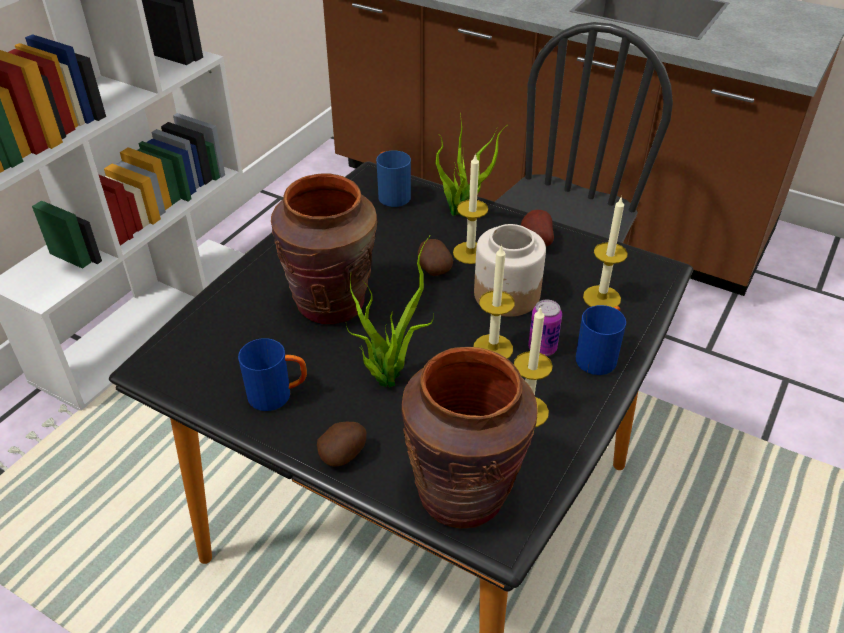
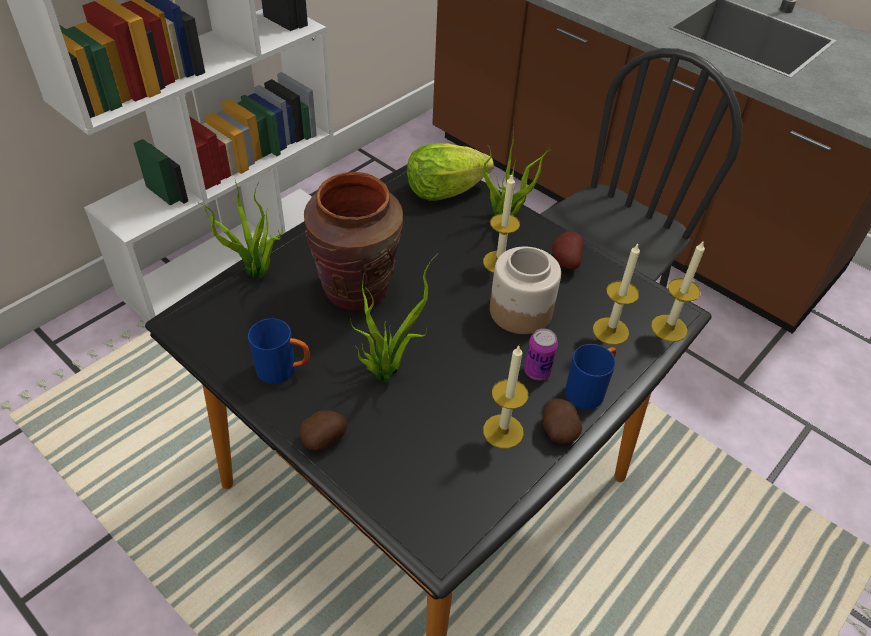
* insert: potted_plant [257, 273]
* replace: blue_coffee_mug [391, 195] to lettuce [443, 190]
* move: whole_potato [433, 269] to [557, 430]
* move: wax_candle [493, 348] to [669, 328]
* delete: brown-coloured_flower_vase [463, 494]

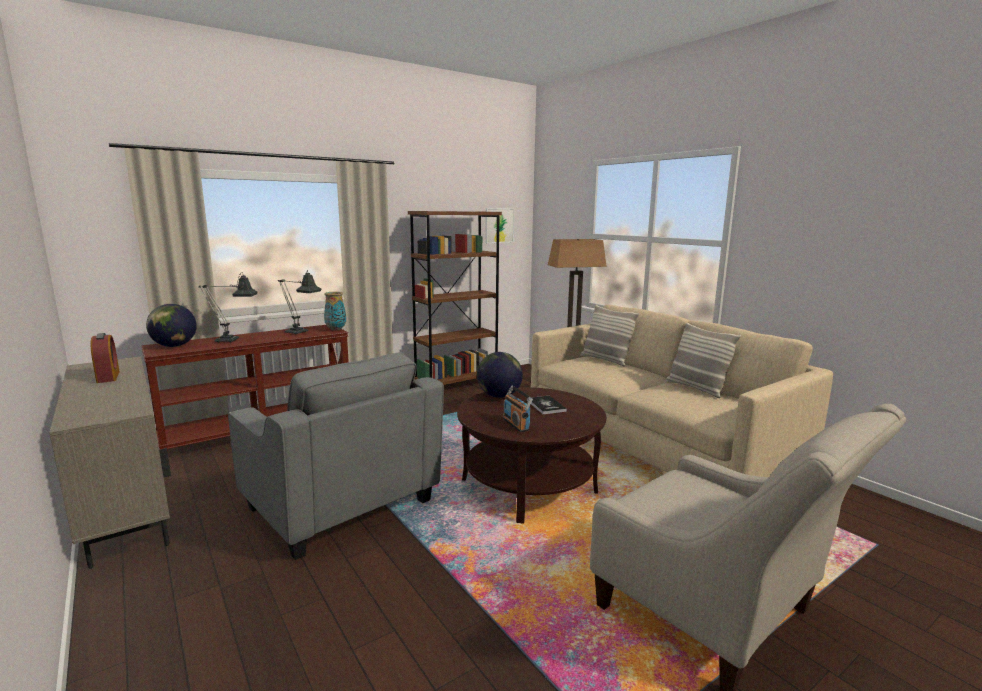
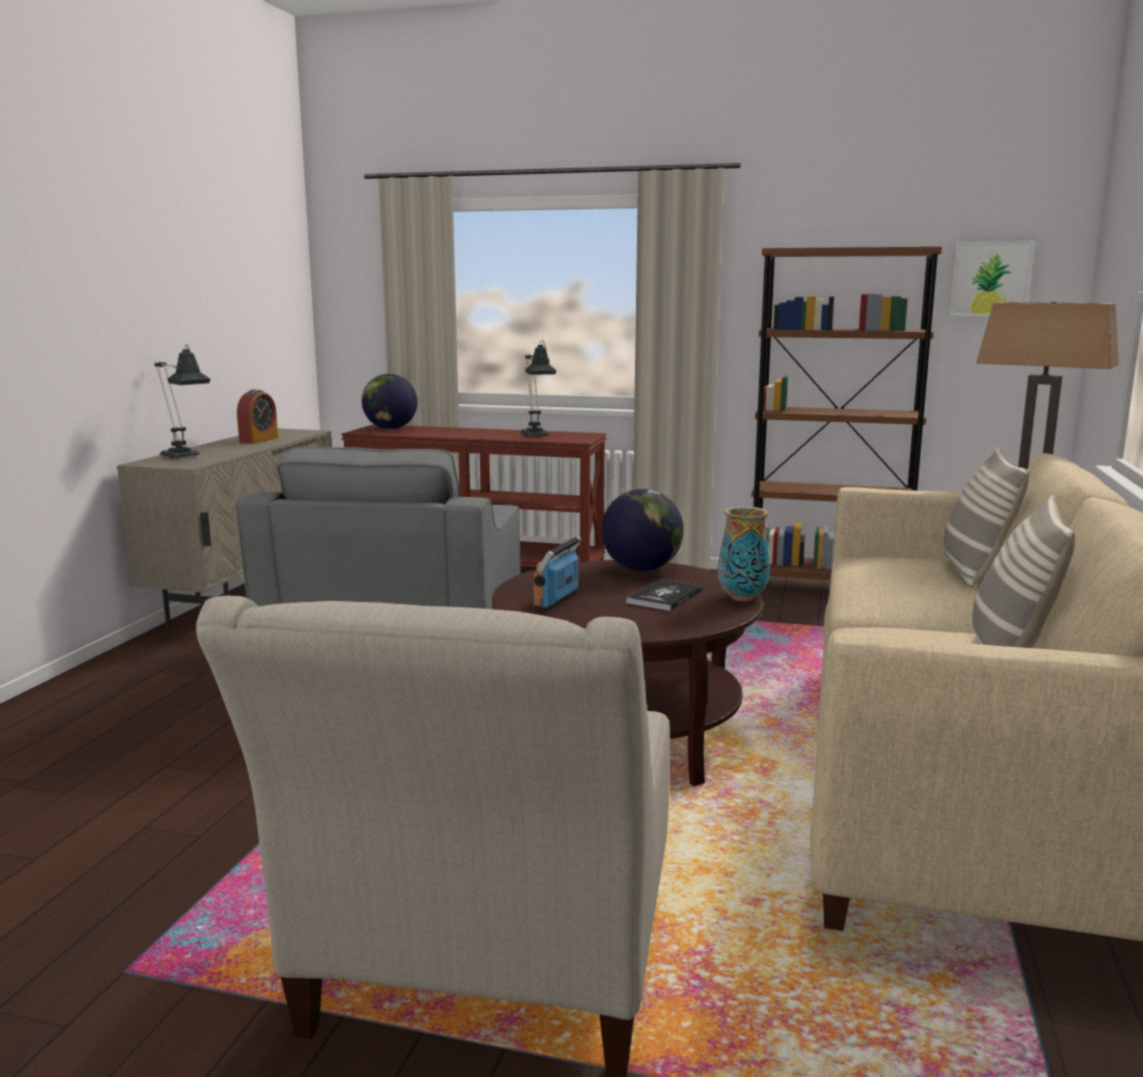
* move: table_lamp [232, 340] to [184, 457]
* move: flower_vase [336, 329] to [741, 598]

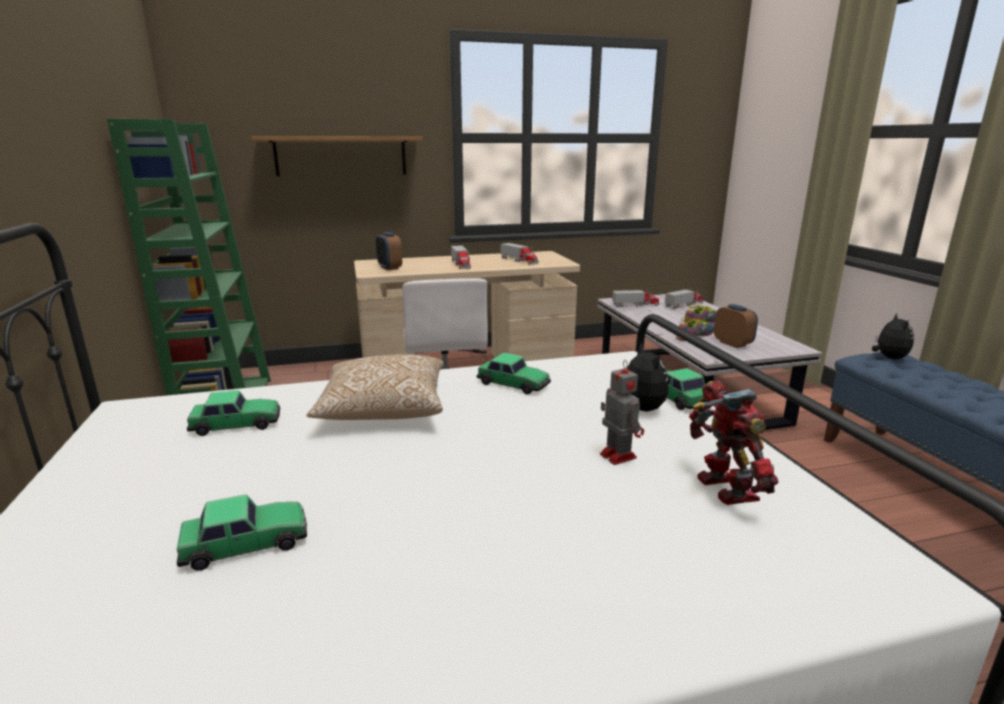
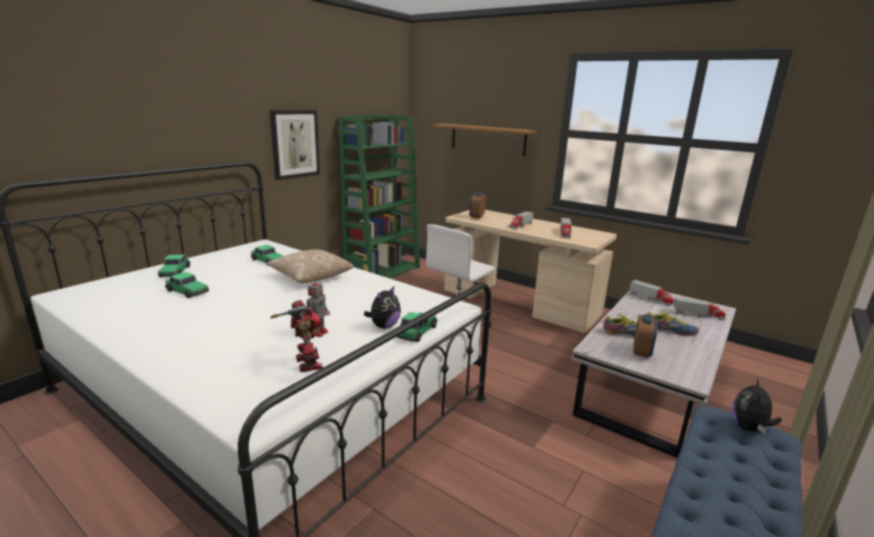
* move: miniature_car [513, 384] to [175, 272]
* insert: wall_art [295, 144]
* rotate: toy_robot [722, 490] = [306, 364] 60 degrees counterclockwise
* rotate: plush_toy [888, 358] = [749, 428] 150 degrees clockwise

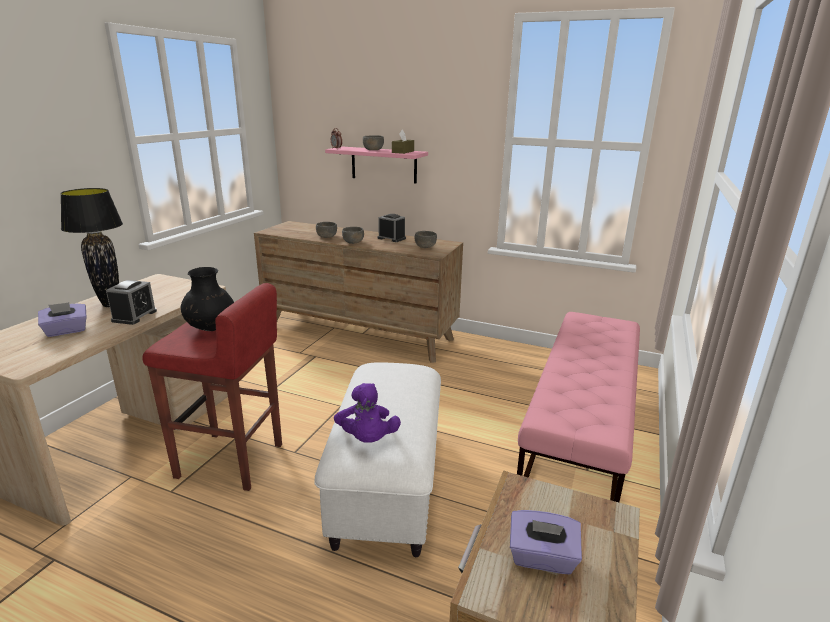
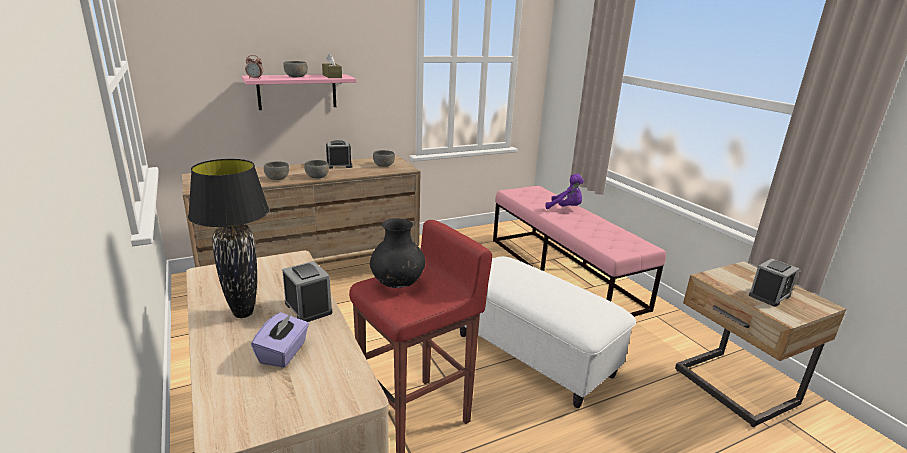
* move: purple_plush_toy [367, 439] to [565, 208]
* replace: purple_tissue_holder [542, 558] to table_clock [769, 296]

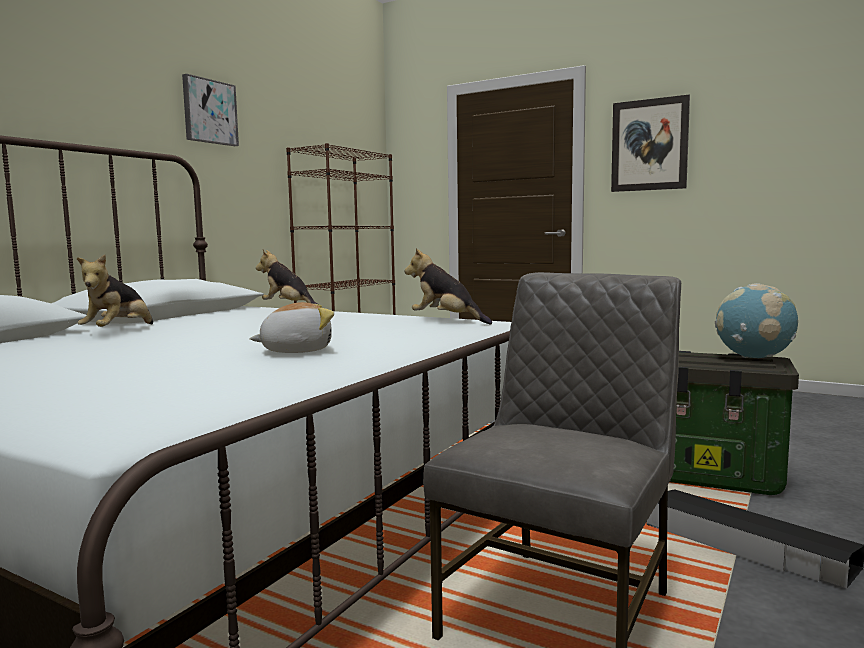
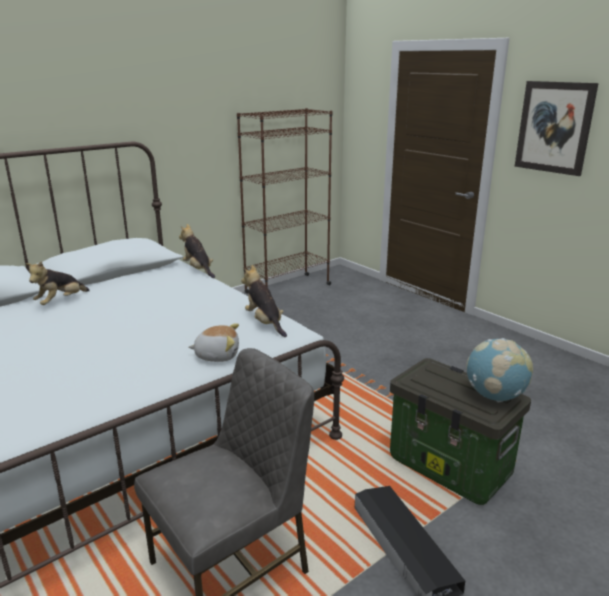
* move: plush_toy [296, 350] to [217, 355]
* delete: wall_art [209, 112]

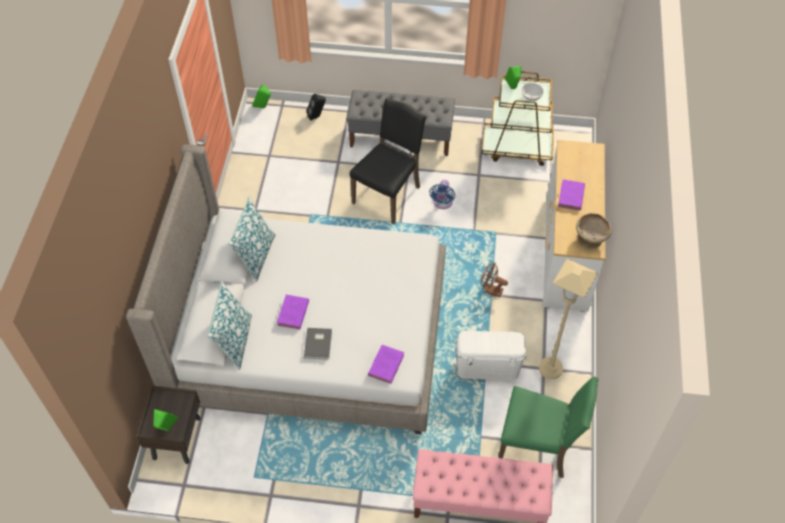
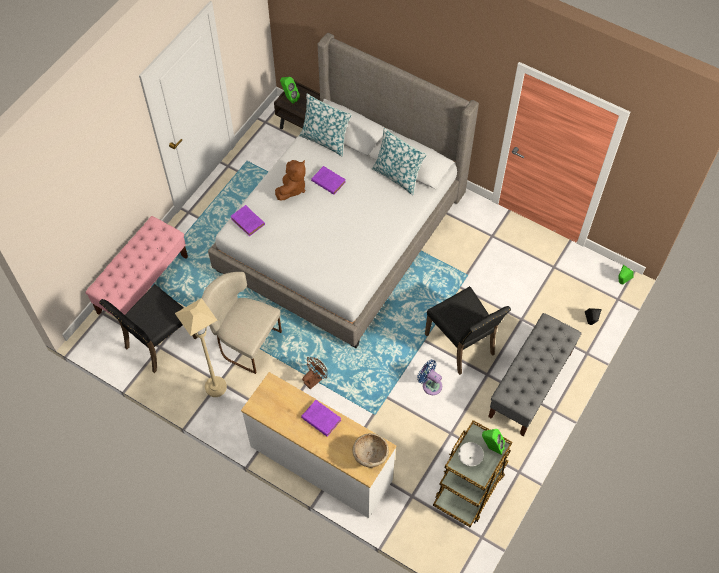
* recolor: greenish_plain_chair [537, 447] to blackish_plain_chair [158, 342]
* replace: whitish_storage_box [487, 367] to sand-coloured_plain_chair [244, 341]
* replace: greyish_volume [319, 343] to brown-coloured_plush_toy [292, 188]
* move: sand-coloured_serving_bowl [590, 238] to [370, 456]

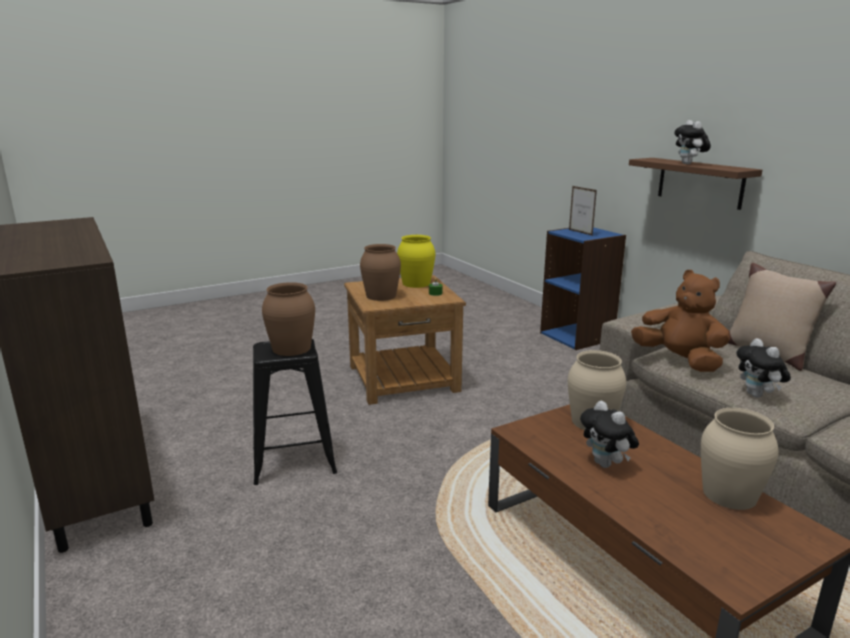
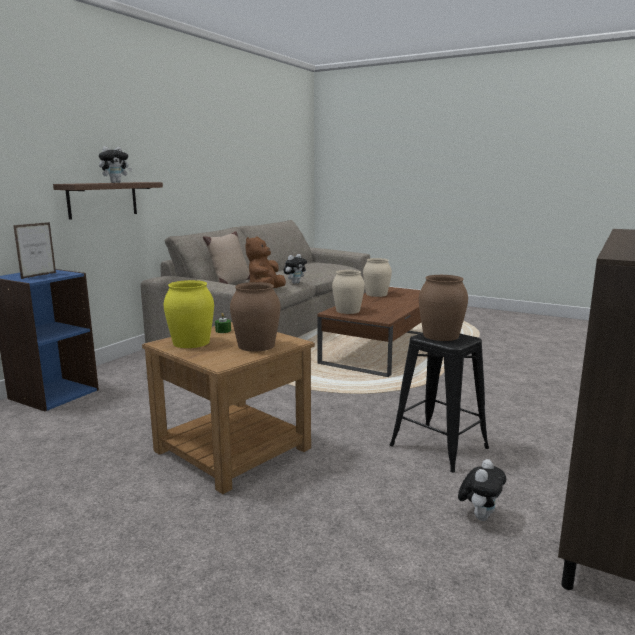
* move: plush_toy [606, 464] to [479, 516]

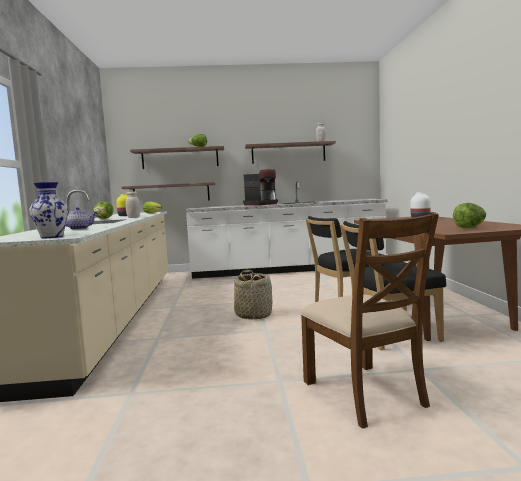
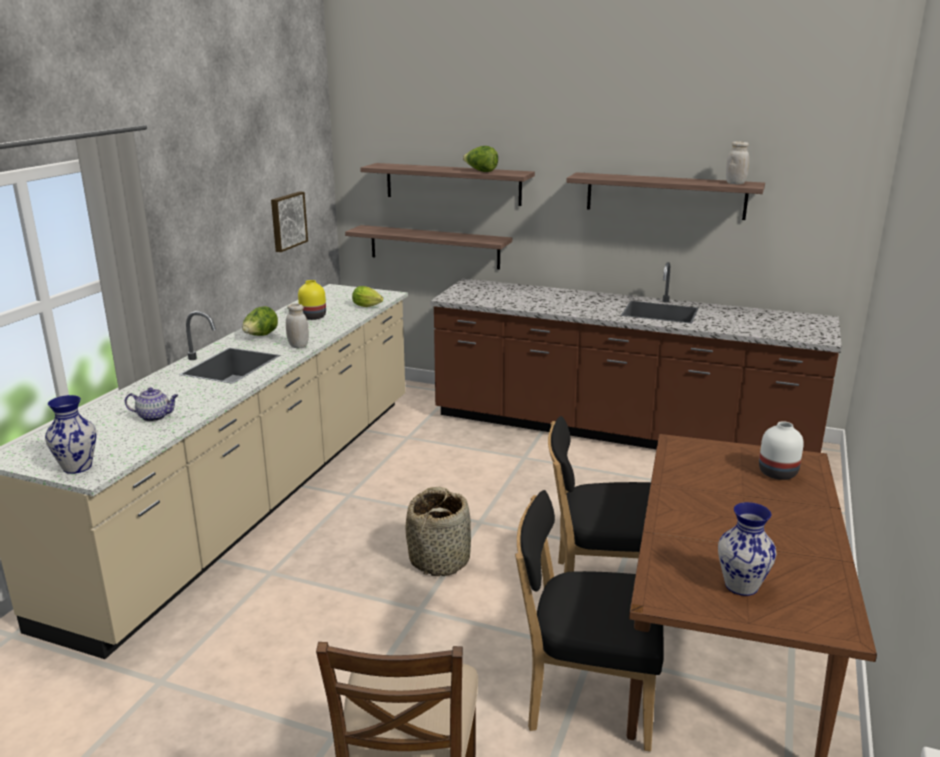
* insert: wall_art [287, 221]
* recolor: whitish_counter [287, 269] to brown-coloured_counter [619, 432]
* replace: lettuce [470, 227] to flower_vase [740, 585]
* delete: coffee_brewer [261, 204]

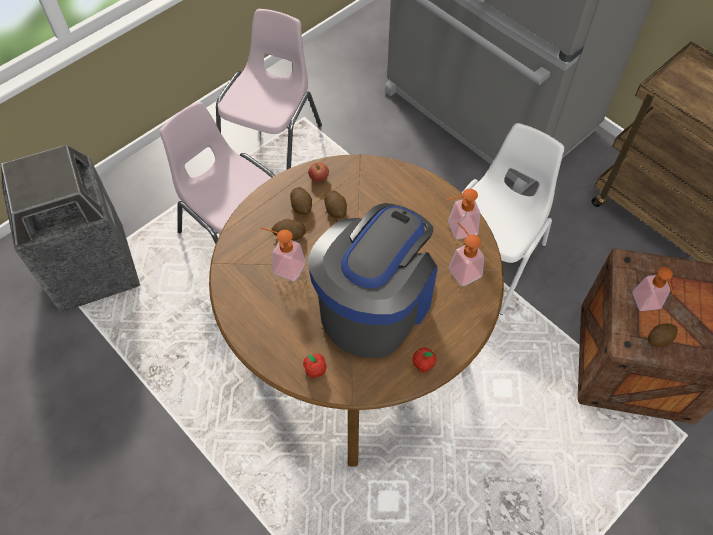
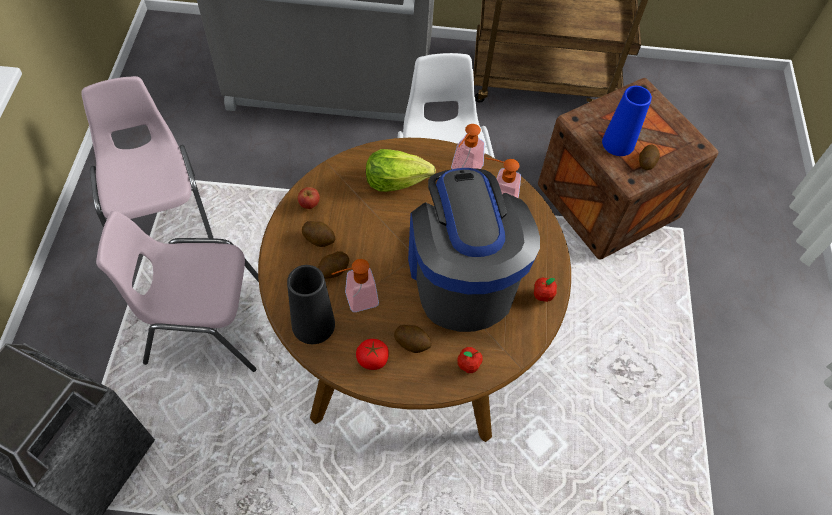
* insert: blackish_flower_vase [313, 324]
* insert: fresh_tomato [372, 359]
* insert: lettuce [396, 180]
* move: whole_potato [336, 210] to [412, 343]
* replace: soap_dispenser [647, 305] to blue_flower_vase [618, 143]

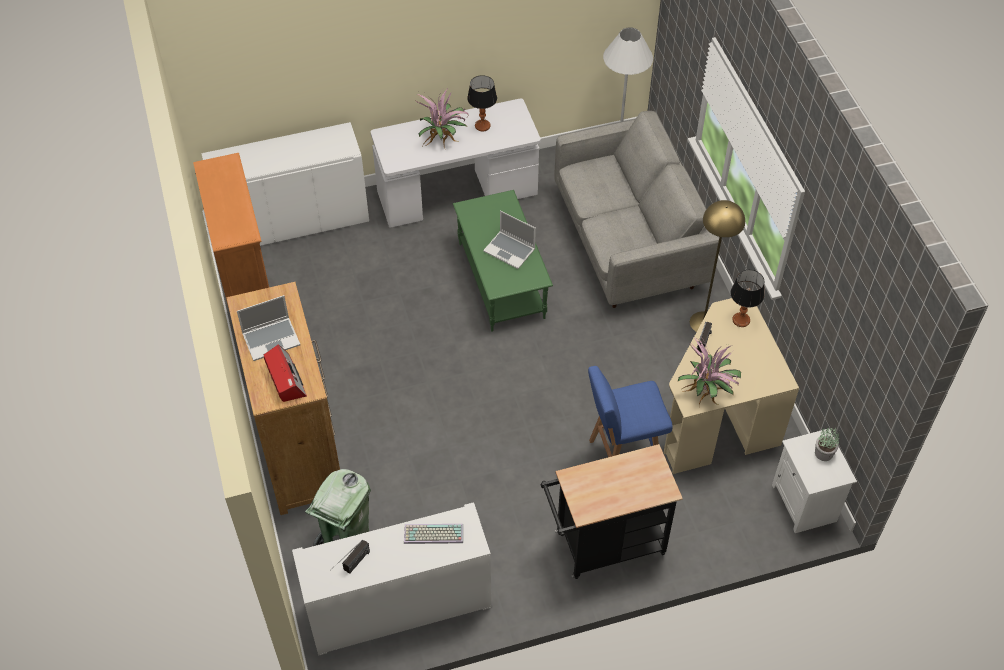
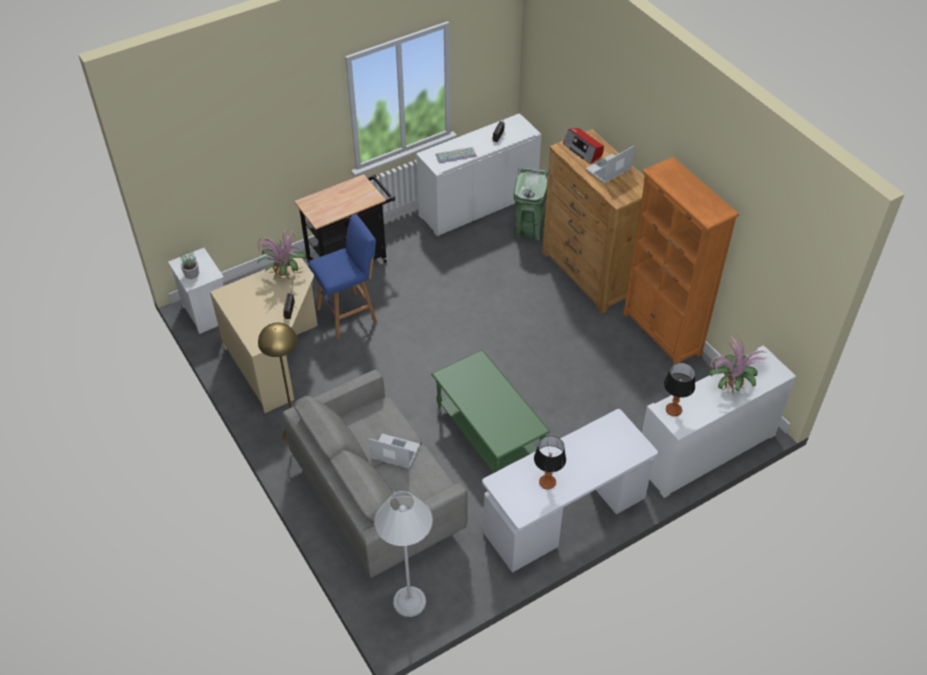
* move: laptop [510, 250] to [394, 452]
* move: table_lamp [741, 320] to [673, 410]
* move: potted_plant [443, 139] to [729, 386]

